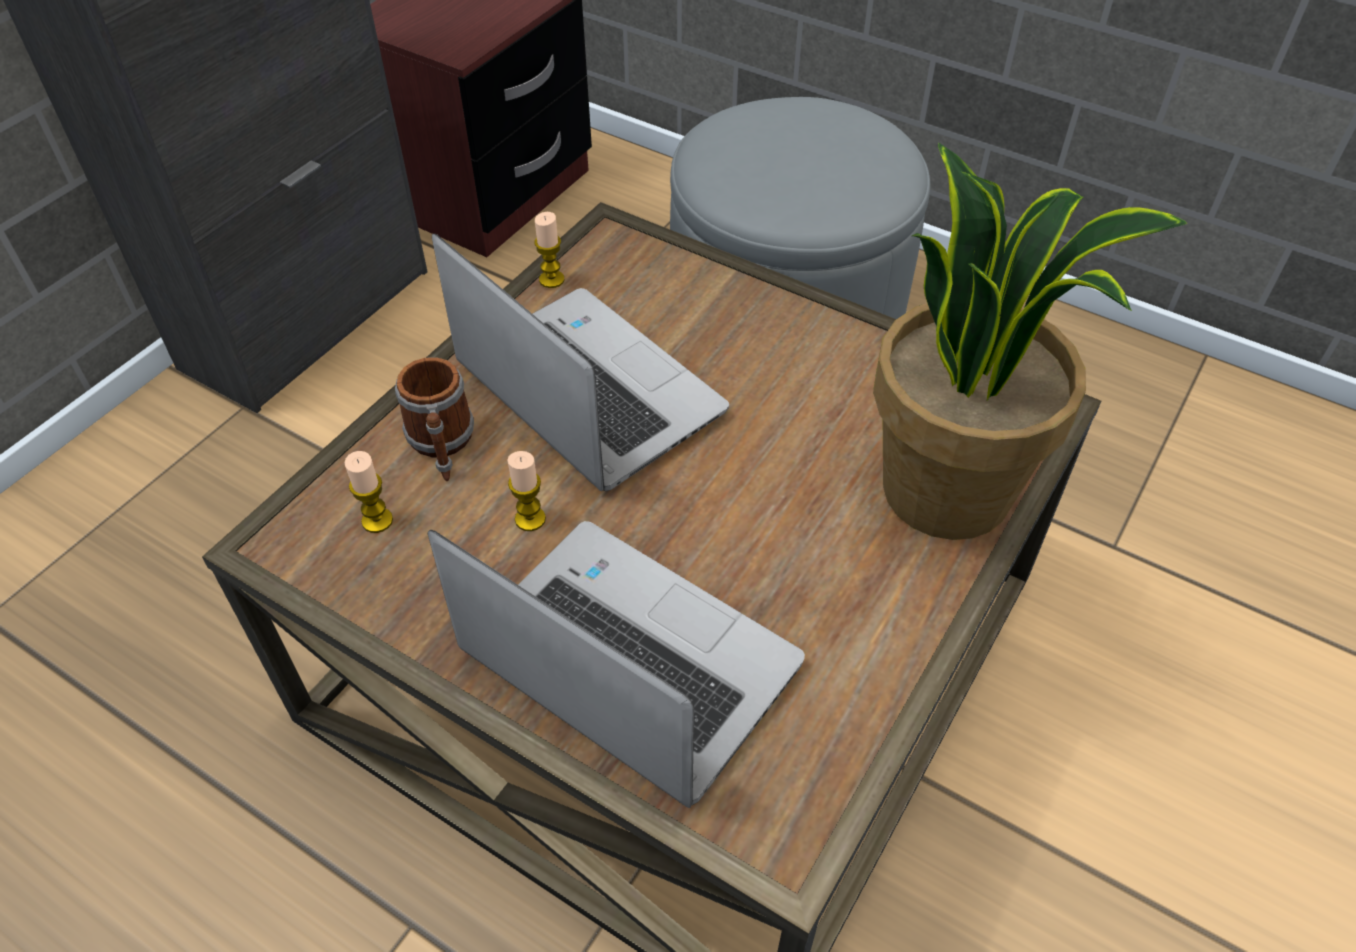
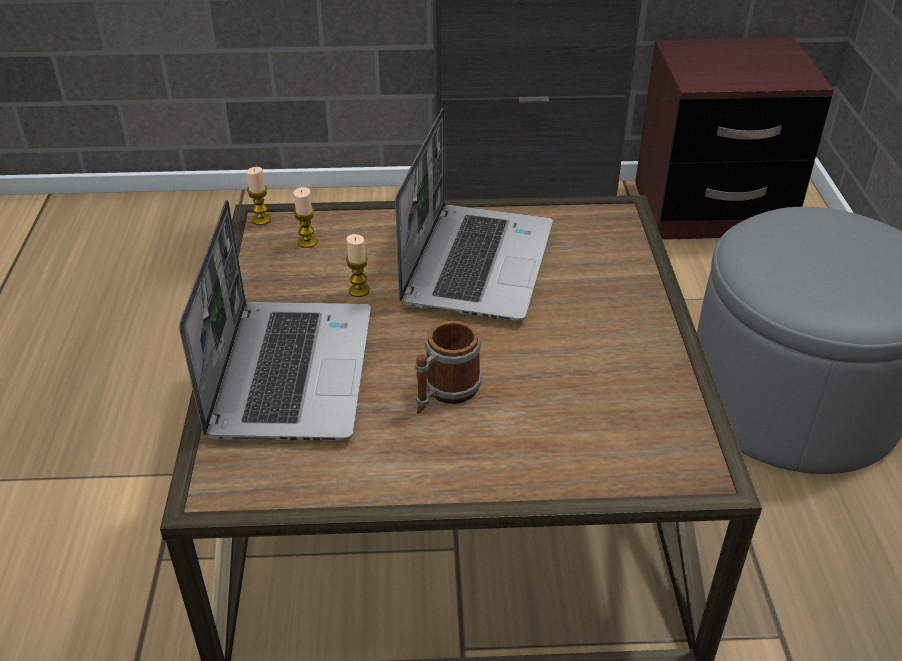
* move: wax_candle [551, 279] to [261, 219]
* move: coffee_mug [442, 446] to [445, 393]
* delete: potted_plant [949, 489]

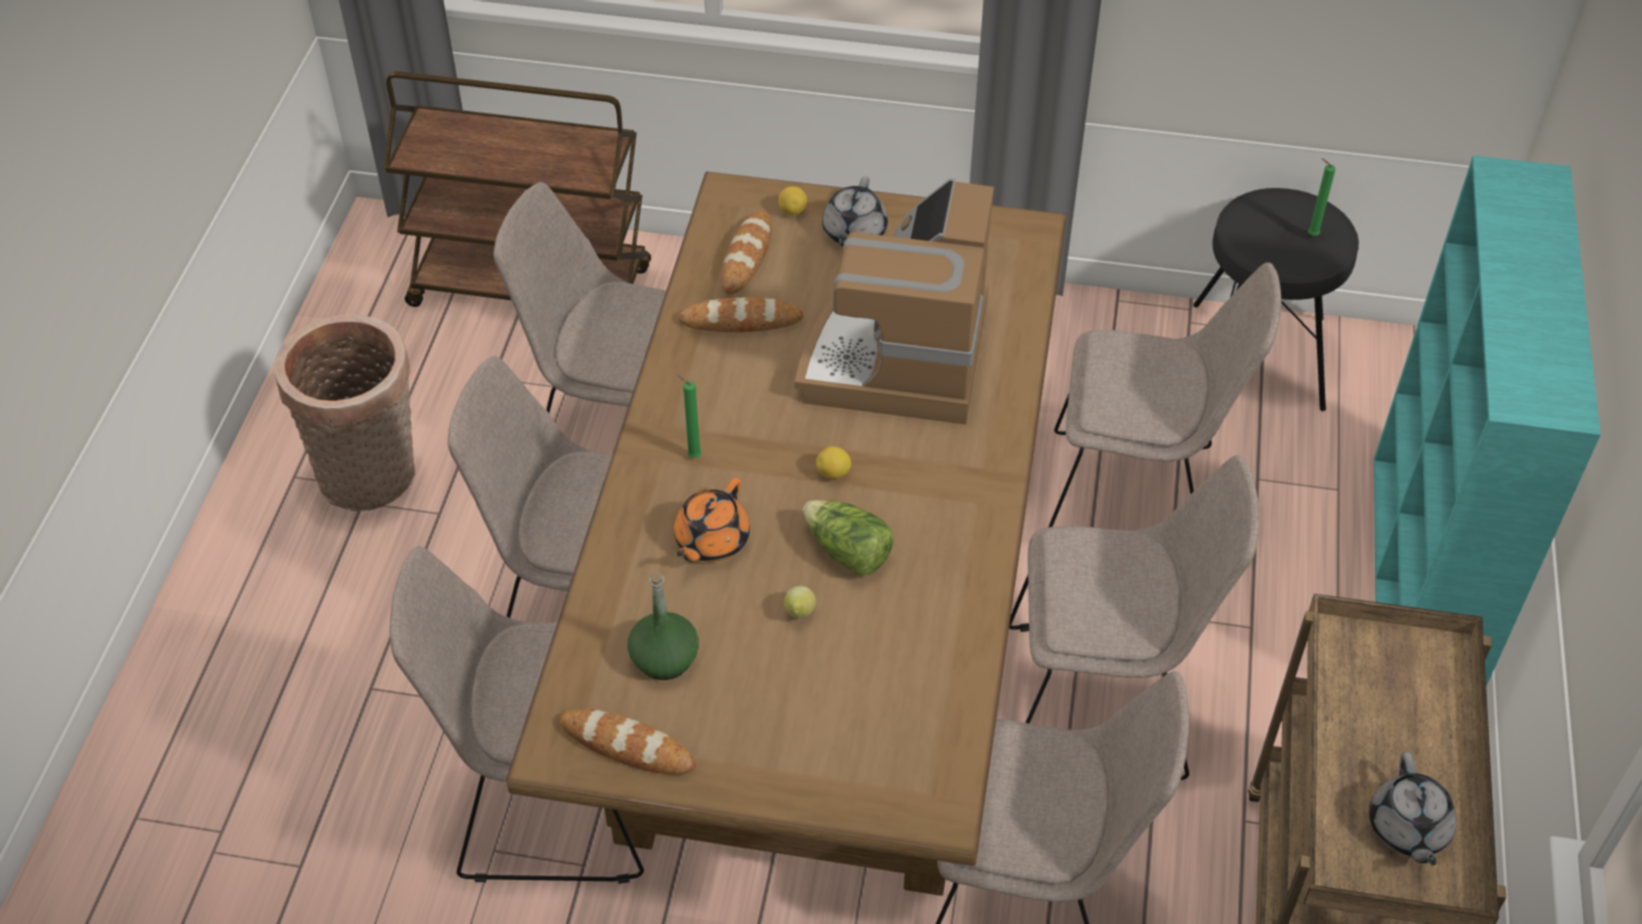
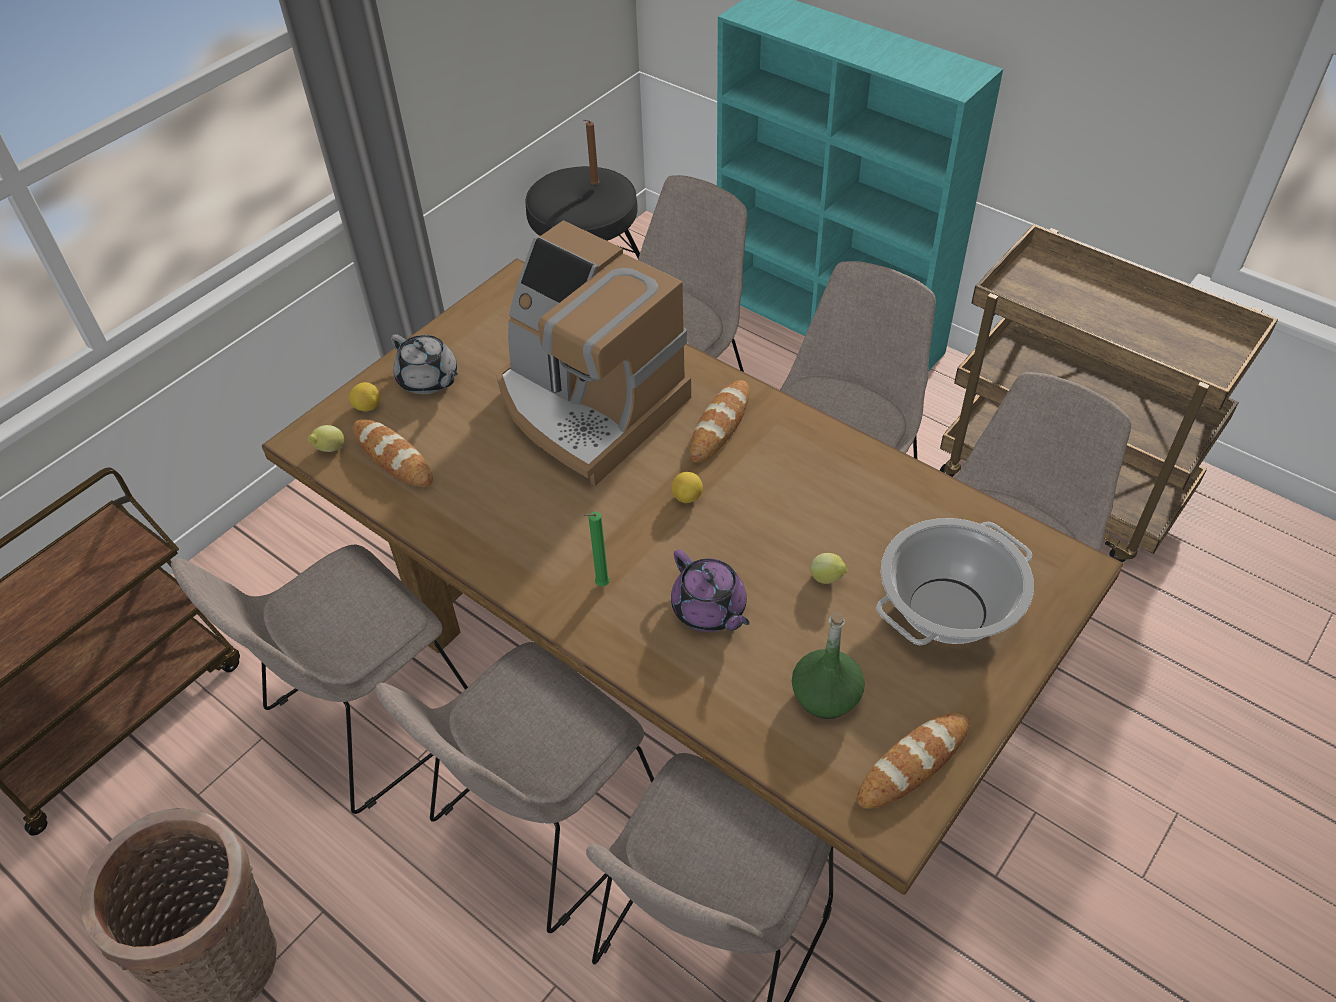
* insert: whole_lemon [329, 449]
* recolor: greenish_wax_candle [1310, 234] to brown-coloured_wax_candle [593, 186]
* recolor: orange_tea_pot [711, 541] to purple_tea_pot [709, 610]
* move: bakery_bread [741, 320] to [720, 425]
* insert: saucepot [947, 609]
* delete: lettuce [847, 552]
* delete: greyish_tea_pot [1407, 829]

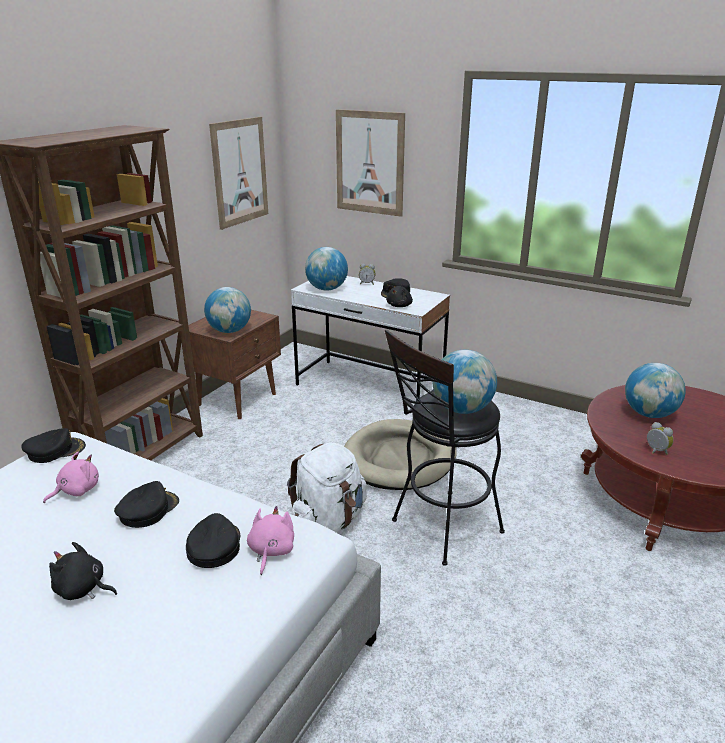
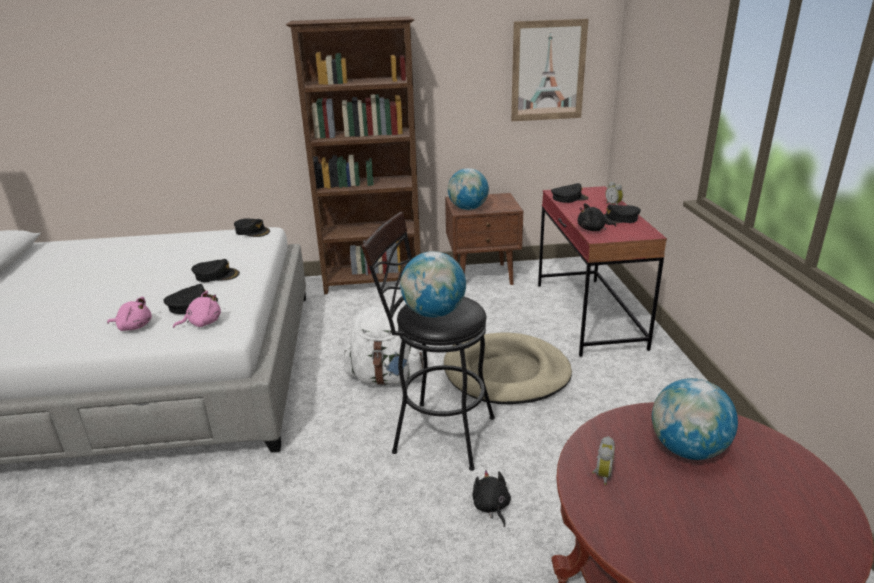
* move: pink-coloured_plush_toy [76, 490] to [134, 326]
* move: blackish_plush_toy [83, 589] to [491, 507]
* recolor: whitish_desk [369, 388] to red-coloured_desk [588, 315]
* replace: world_globe [327, 289] to blackish_baseball_cap [569, 198]
* delete: wall_art [369, 163]

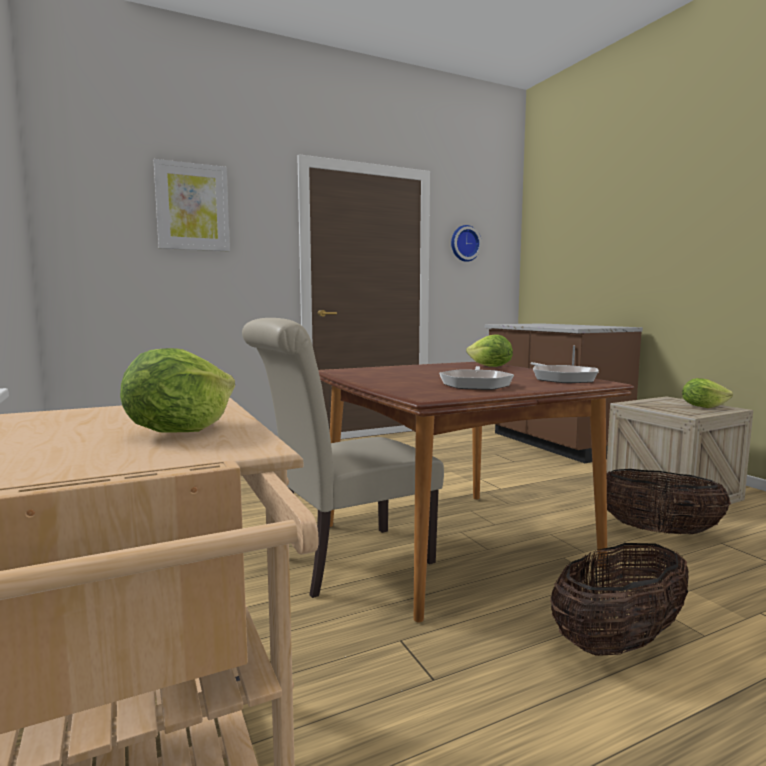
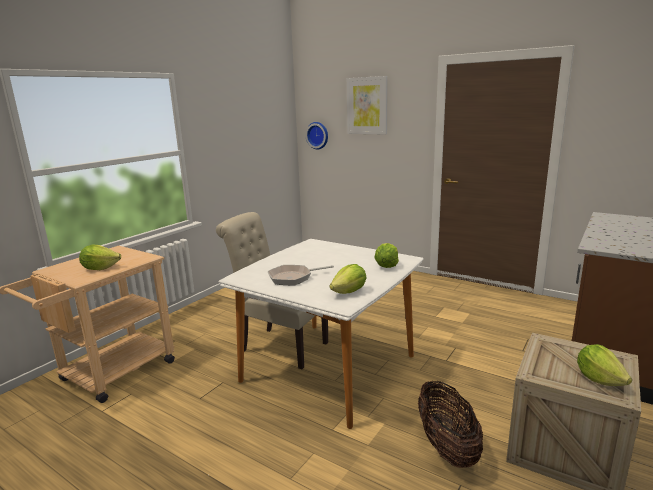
* recolor: brown-coloured_dinner_table [453, 544] to whitish_dinner_table [329, 368]
* move: wall_clock [464, 243] to [318, 135]
* replace: pan [561, 378] to lettuce [349, 292]
* delete: storage_basket [618, 641]

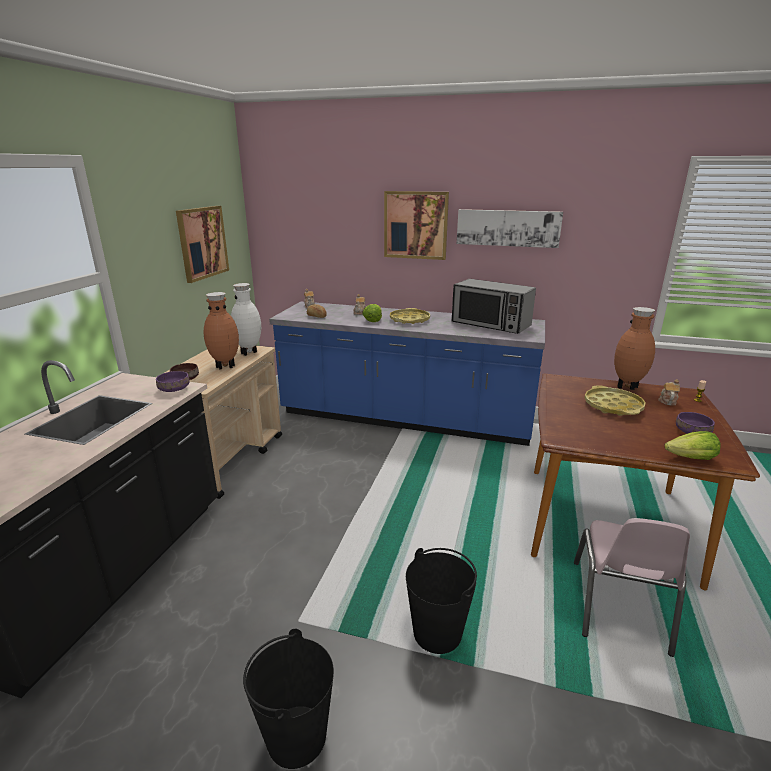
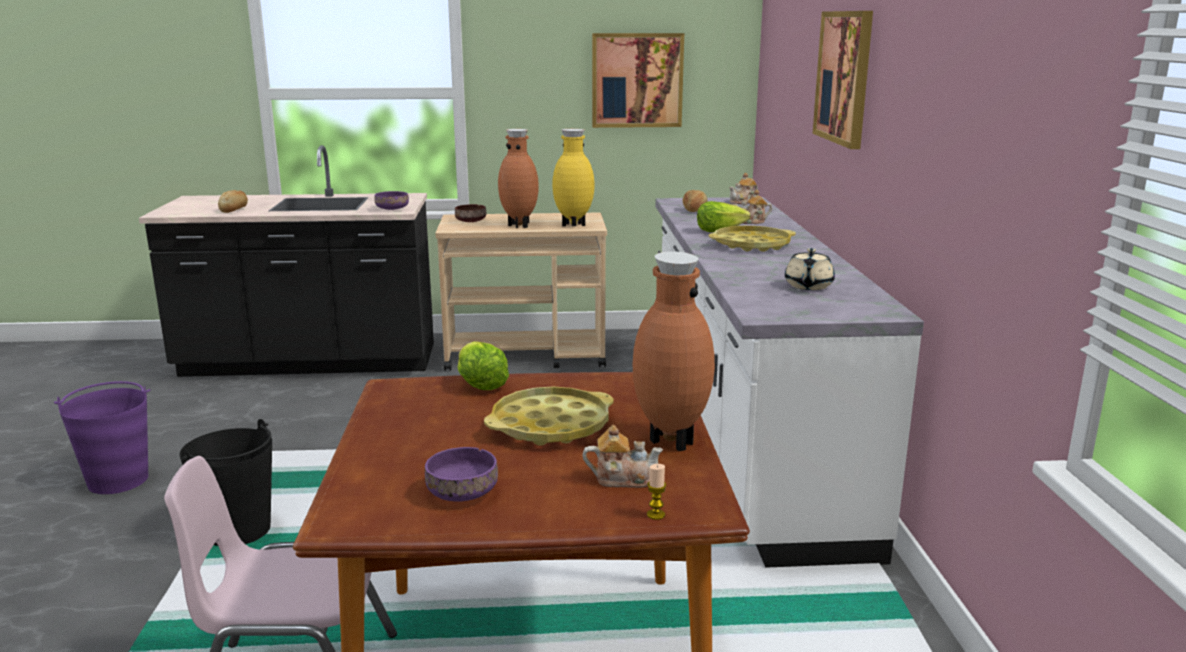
* recolor: blackish_water_bucket [296, 736] to purple_water_bucket [118, 480]
* insert: bakery_bread [234, 210]
* move: lettuce [691, 458] to [480, 383]
* recolor: whitish_flower_vase [249, 353] to yellow_flower_vase [573, 225]
* recolor: blue_counter [404, 419] to whitish_counter [744, 436]
* replace: microwave_oven [490, 324] to sand-coloured_tea_pot [808, 286]
* delete: wall_art [508, 228]

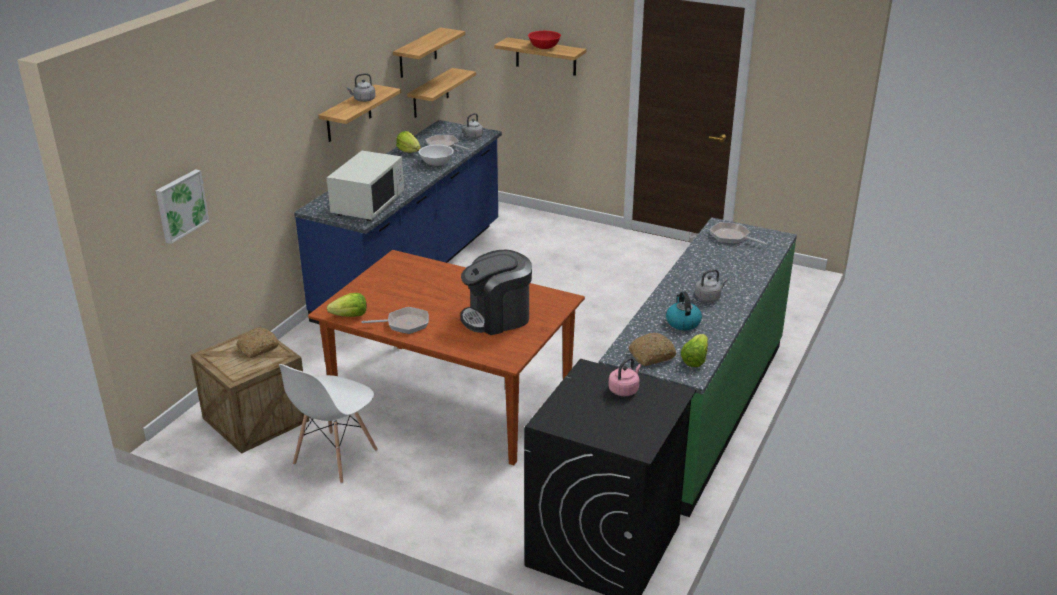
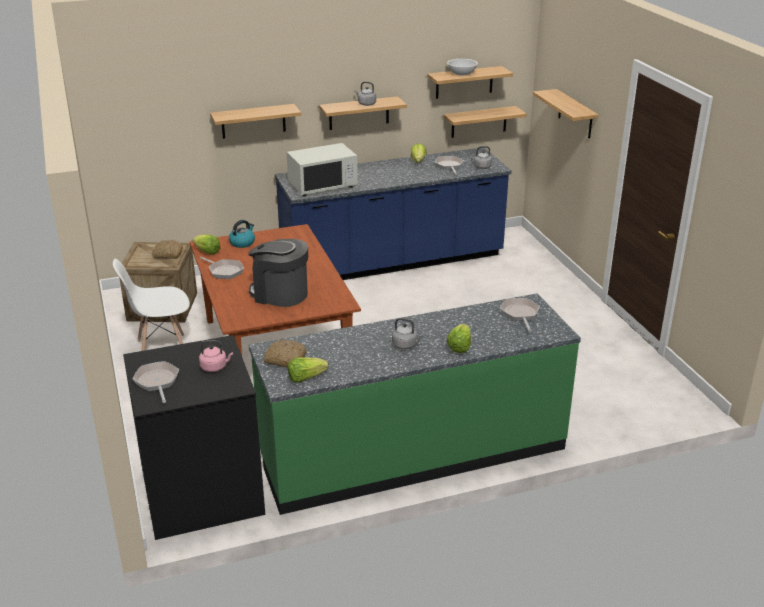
* insert: pan [157, 382]
* insert: wall_shelf [253, 121]
* move: water_kettle [682, 322] to [242, 243]
* move: whitish_serving_bowl [436, 163] to [461, 73]
* insert: lettuce [459, 347]
* delete: wall_art [180, 205]
* delete: red-coloured_serving_bowl [544, 47]

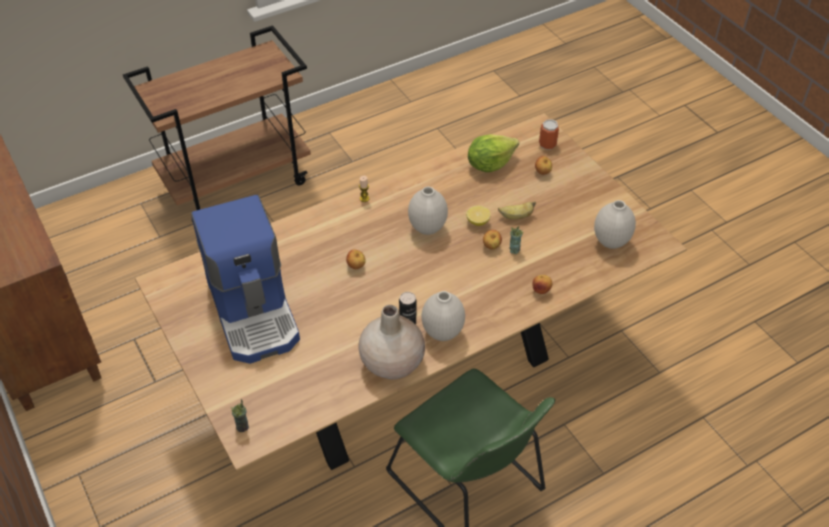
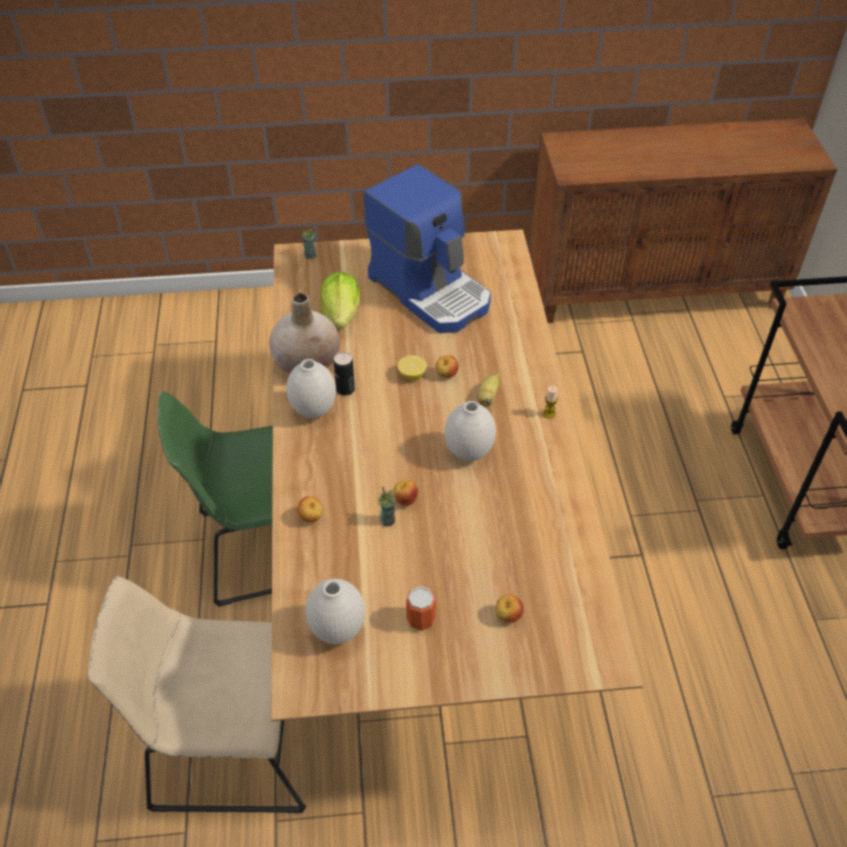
* insert: sand-coloured_plain_chair [227, 745]
* move: lettuce [489, 164] to [341, 315]
* rotate: coffee_brewer [255, 311] = [431, 290] 135 degrees counterclockwise
* move: whole_lemon [478, 222] to [412, 375]
* move: sealed_can [547, 144] to [421, 619]
* move: whole_banana [516, 216] to [488, 397]

